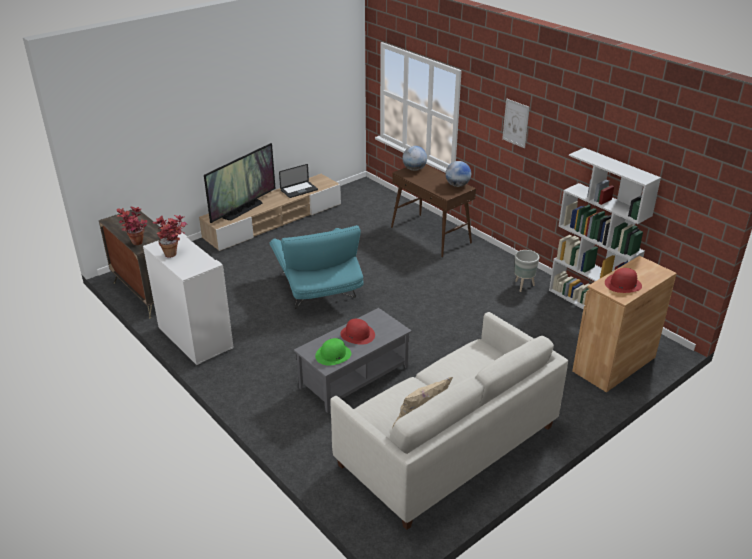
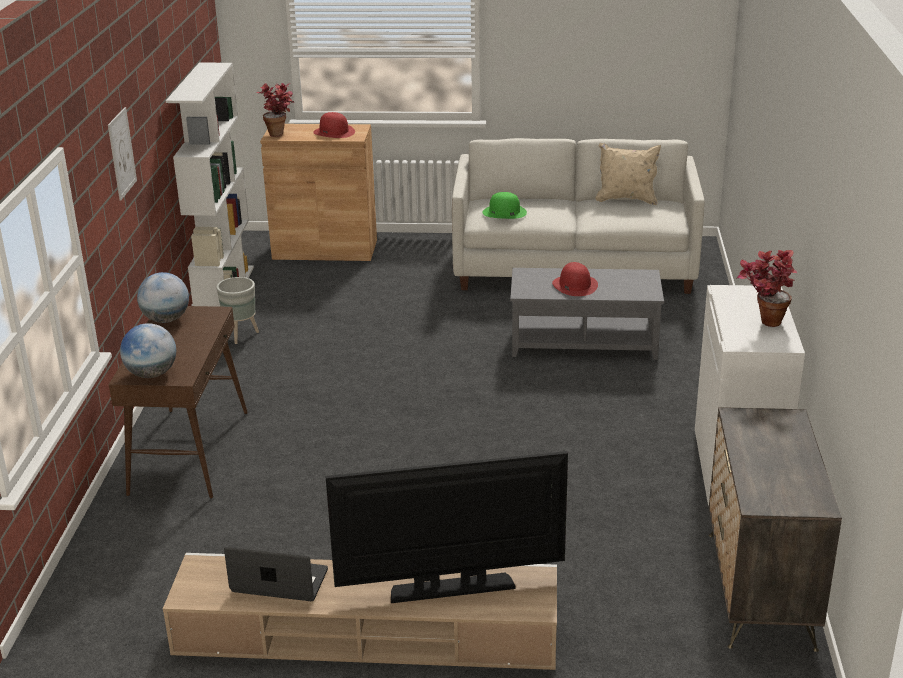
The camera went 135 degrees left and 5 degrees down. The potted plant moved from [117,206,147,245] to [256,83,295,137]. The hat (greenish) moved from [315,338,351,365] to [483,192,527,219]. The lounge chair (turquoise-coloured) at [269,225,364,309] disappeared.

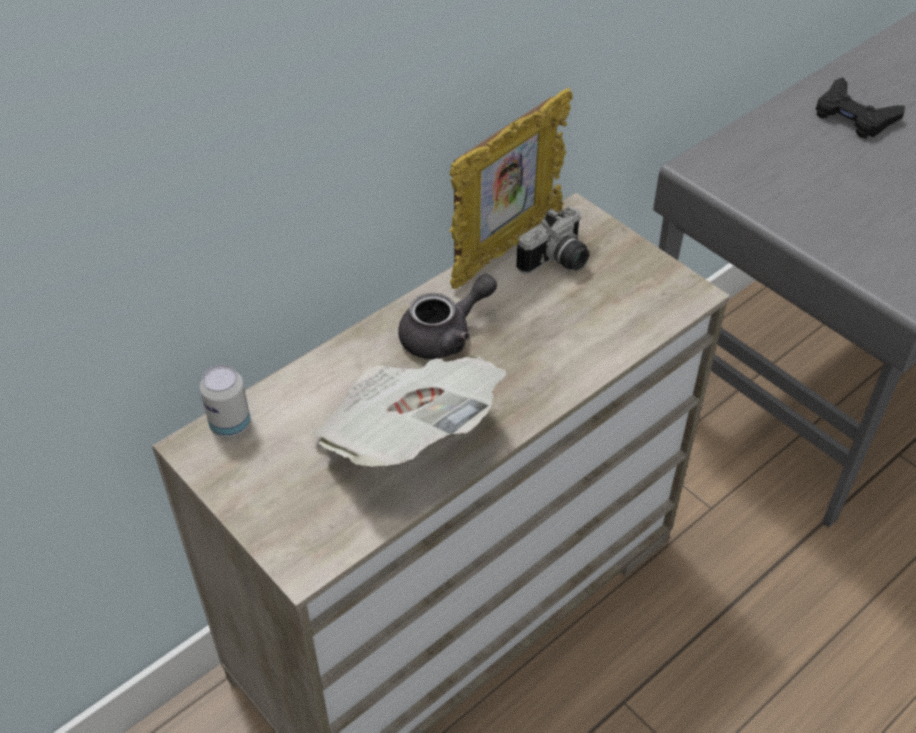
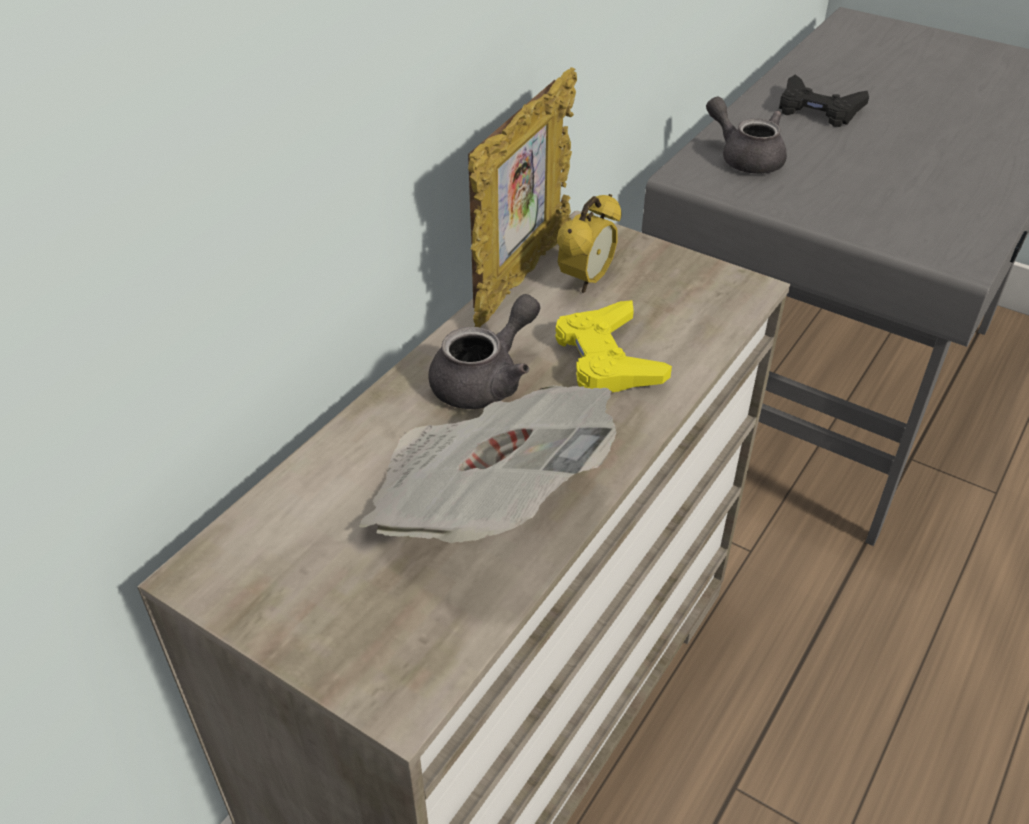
The camera went 15 degrees left and 5 degrees down. The game controller (yellow-coloured) at [555,300,672,393] appeared. The still camera at [516,207,590,274] was replaced by the alarm clock at [557,194,622,293]. The tea pot (gray) at [706,97,787,174] appeared. The sealed can at [200,365,251,437] disappeared.

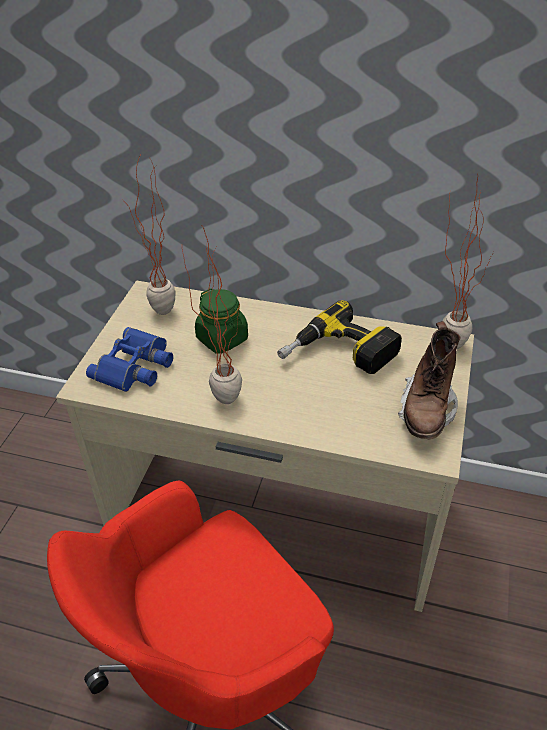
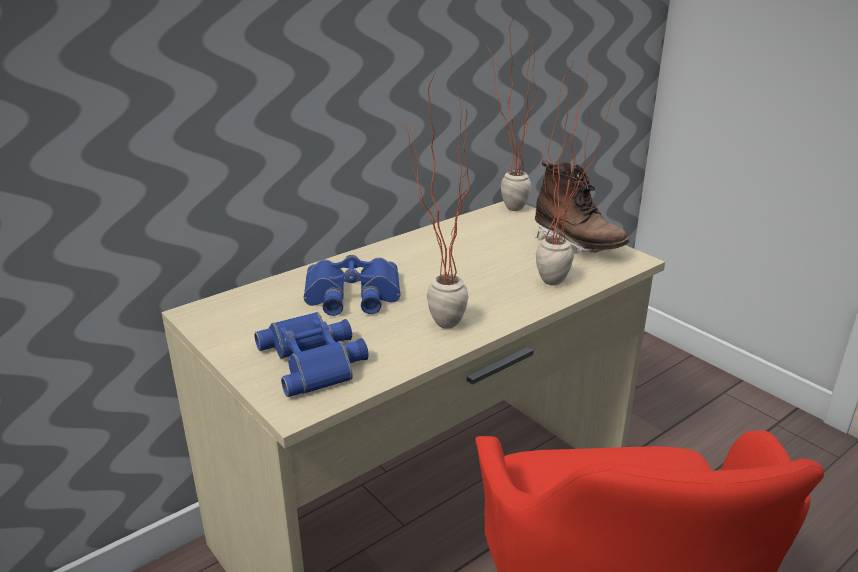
The camera went 55 degrees left and 15 degrees down. The jar (greenish) at [195,288,248,354] was replaced by the field glasses (blue) at [304,255,401,316]. The potted plant moved from [121,153,176,315] to [536,51,618,286]. The power drill at [277,300,402,374] disappeared.

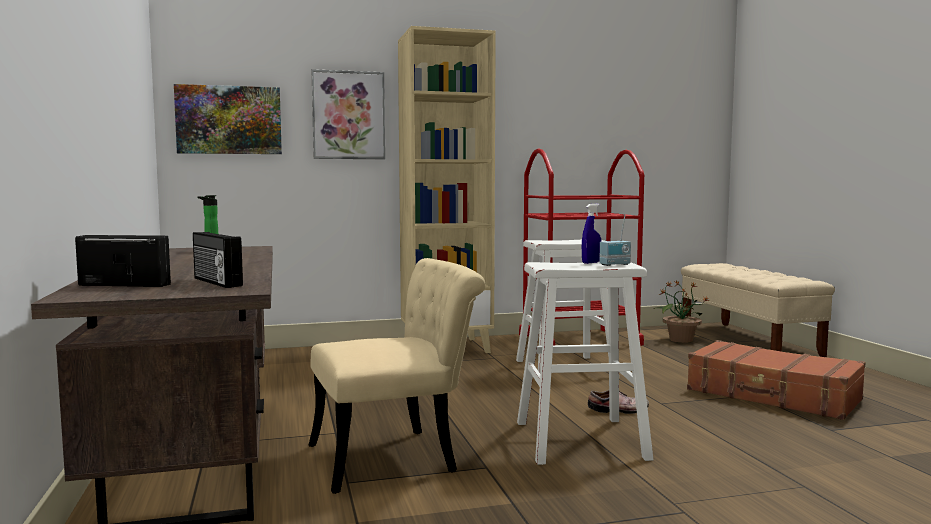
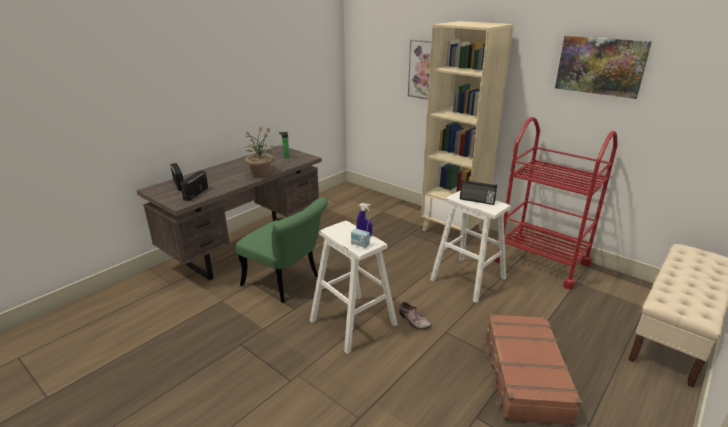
The camera went 55 degrees right and 20 degrees up. The plain chair (beige-coloured) at [309,258,486,494] became the plain chair (greenish) at [236,197,328,303]. The potted plant moved from [654,280,709,343] to [243,128,277,177]. The radio set at [460,180,497,205] appeared. The picture moved from [174,84,282,154] to [555,36,652,99].

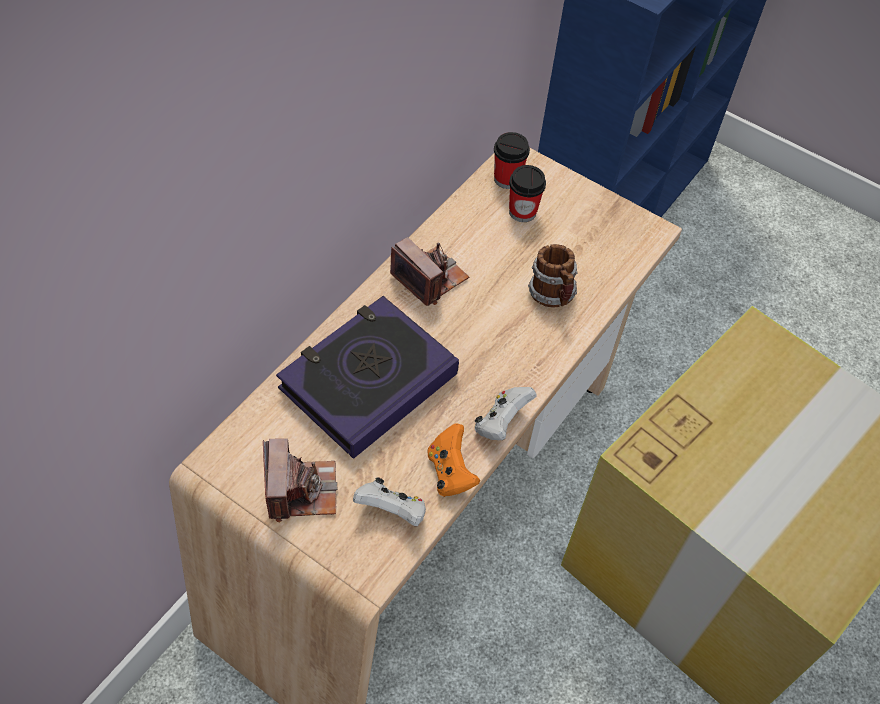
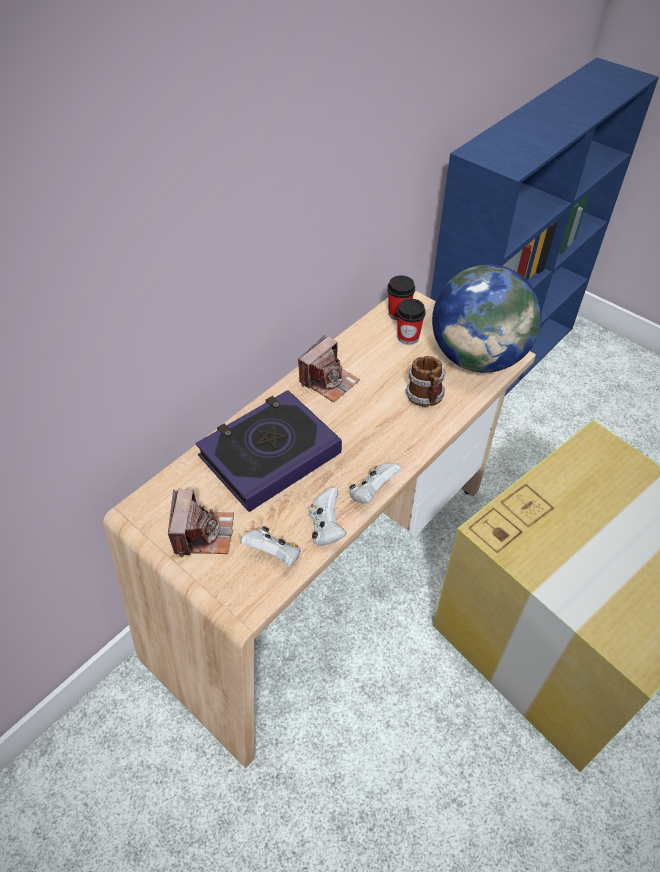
The camera went 10 degrees right and 5 degrees down. The still camera at [390,237,469,306] turned 75 degrees clockwise. The game controller (orange) at [427,423,480,497] became the game controller (whitish) at [309,487,347,546]. The world globe at [432,264,542,373] appeared.

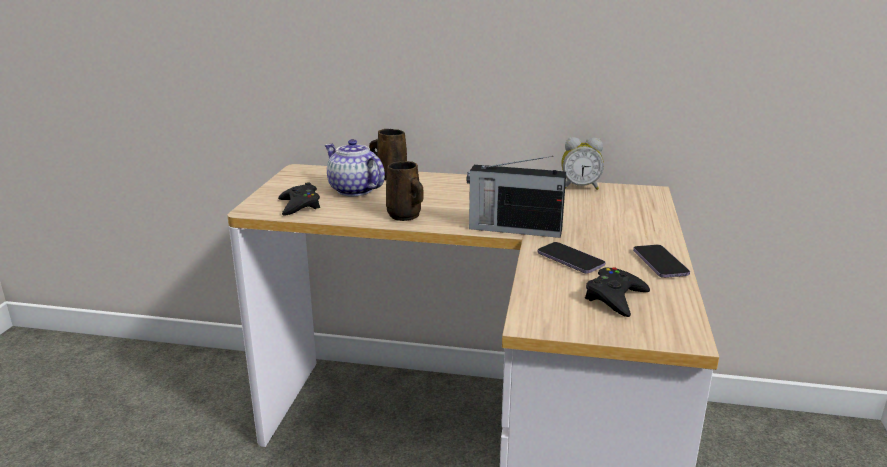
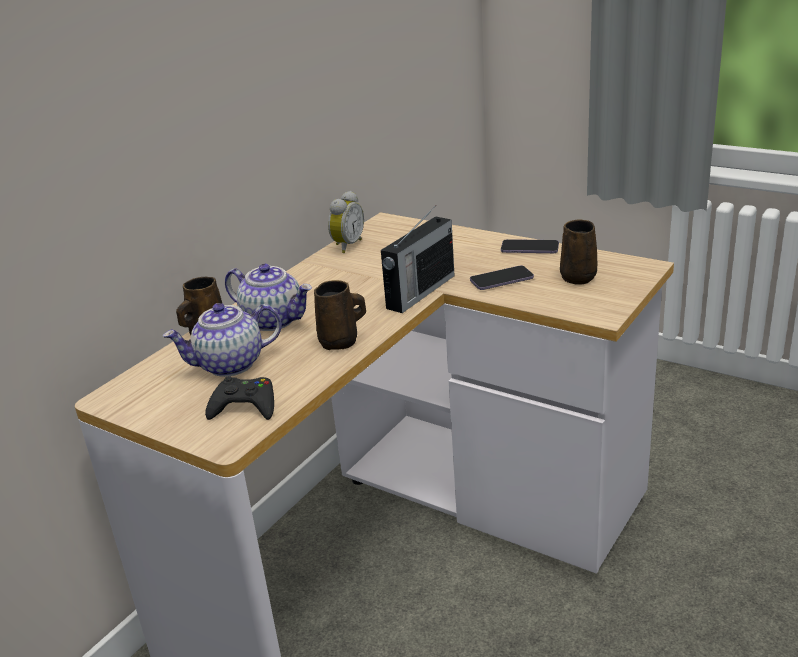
The camera went 65 degrees left and 5 degrees up. The tea pot at [225,264,312,331] appeared. The game controller (blackish) at [585,267,650,317] was replaced by the tea mug (brown) at [560,219,598,285].

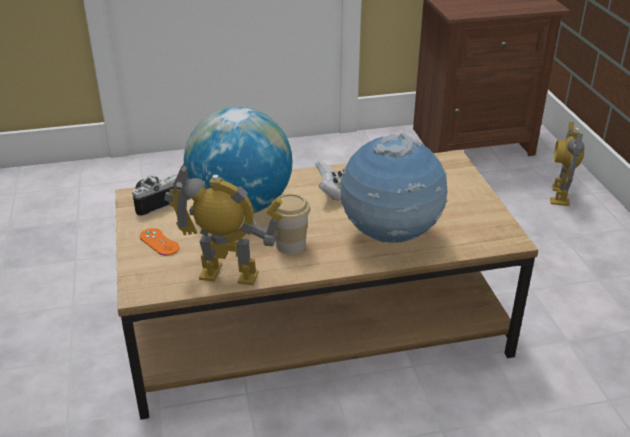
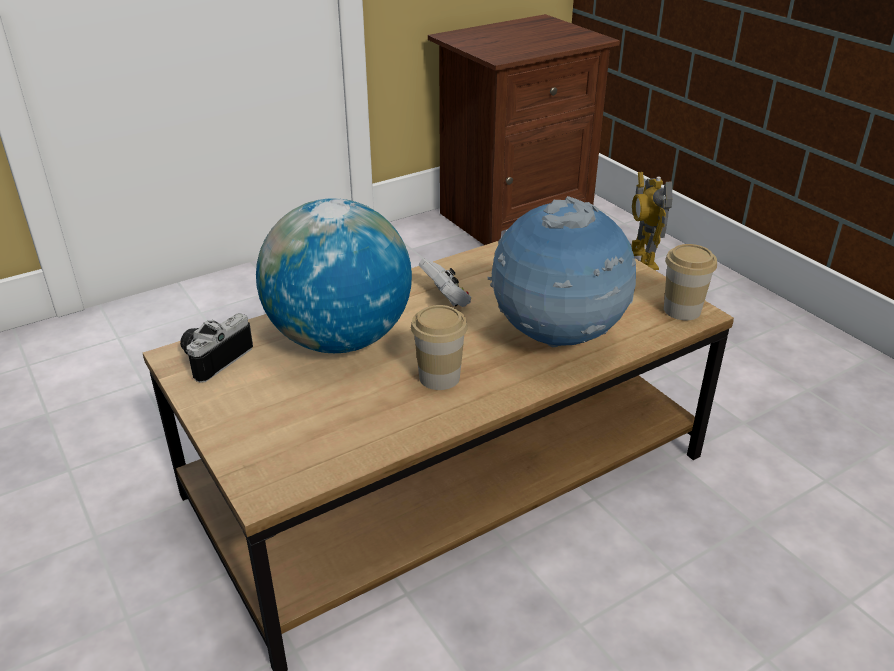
The camera went 20 degrees left and 0 degrees up. The drinking cup at [664,244,717,320] appeared. The game controller (orange) at [140,228,180,256] disappeared. The model robot at [164,164,283,285] disappeared.

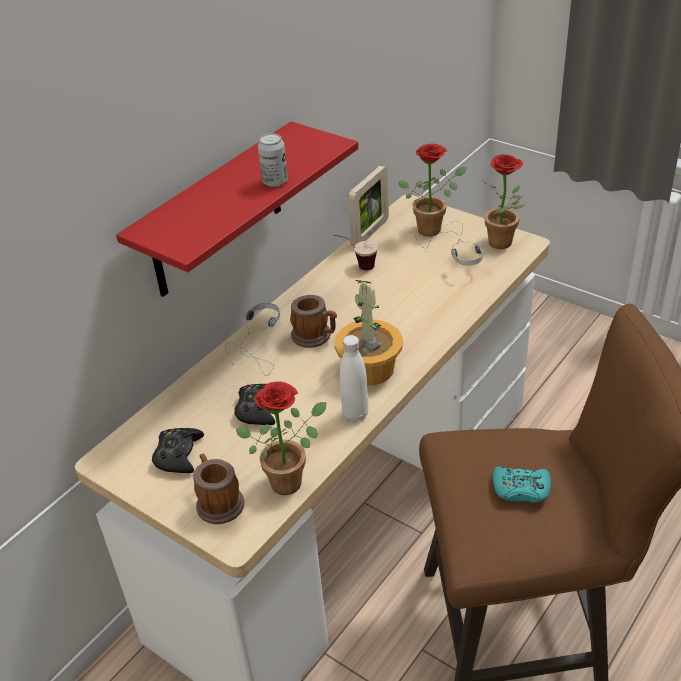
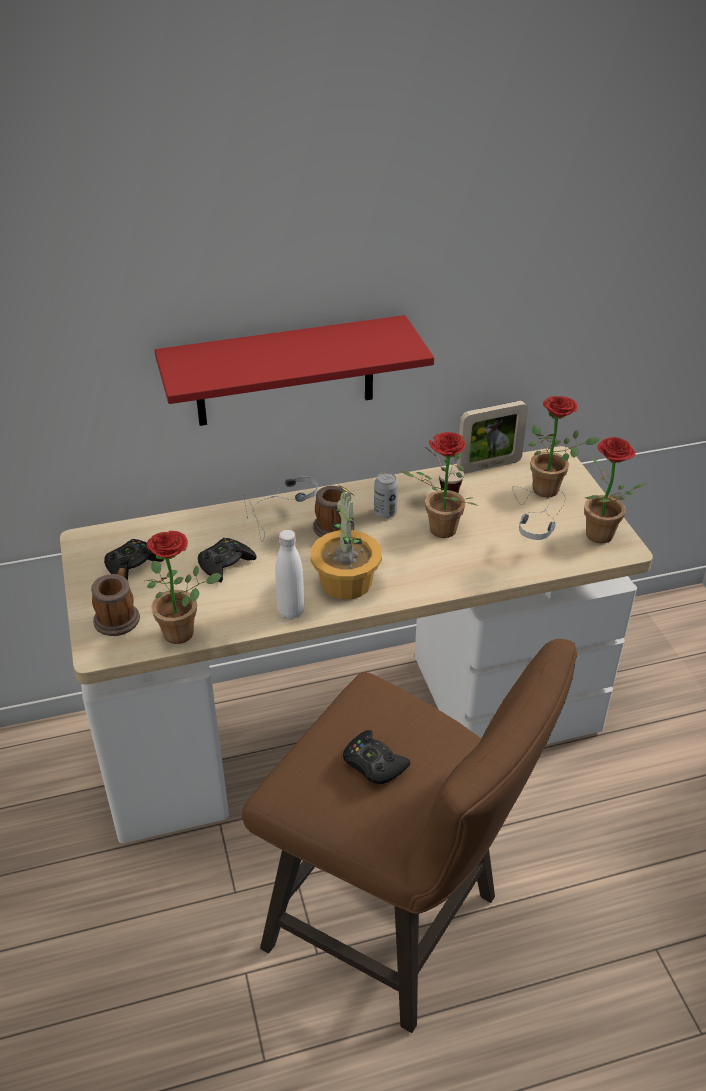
The camera went 35 degrees right and 0 degrees up. The game controller (turquoise-coloured) at [493,466,551,503] became the game controller (blackish) at [343,730,410,785]. The sealed can moved from [258,133,288,187] to [374,472,398,518]. The potted plant at [401,432,478,538] appeared.

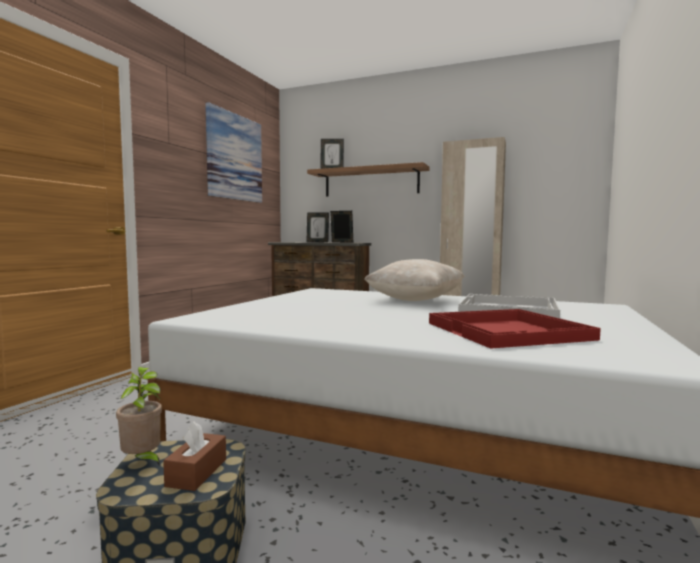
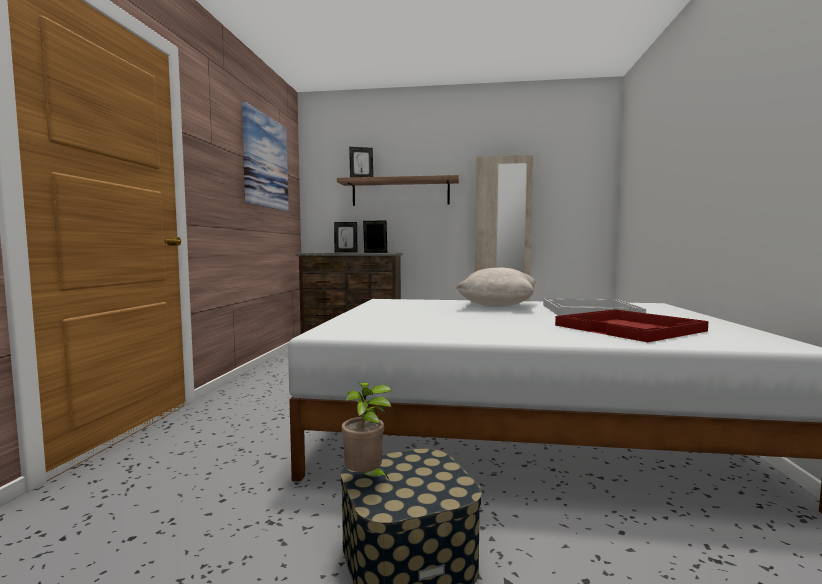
The camera went 15 degrees left and 0 degrees up. The tissue holder (brown) at [163,422,226,491] disappeared.

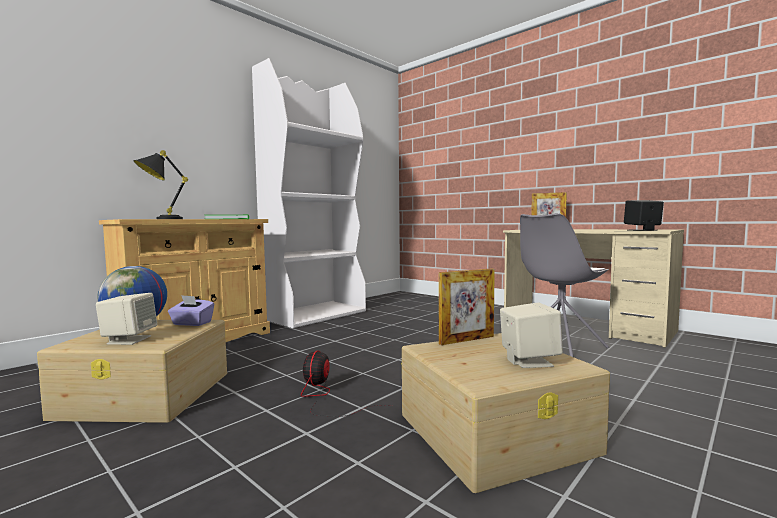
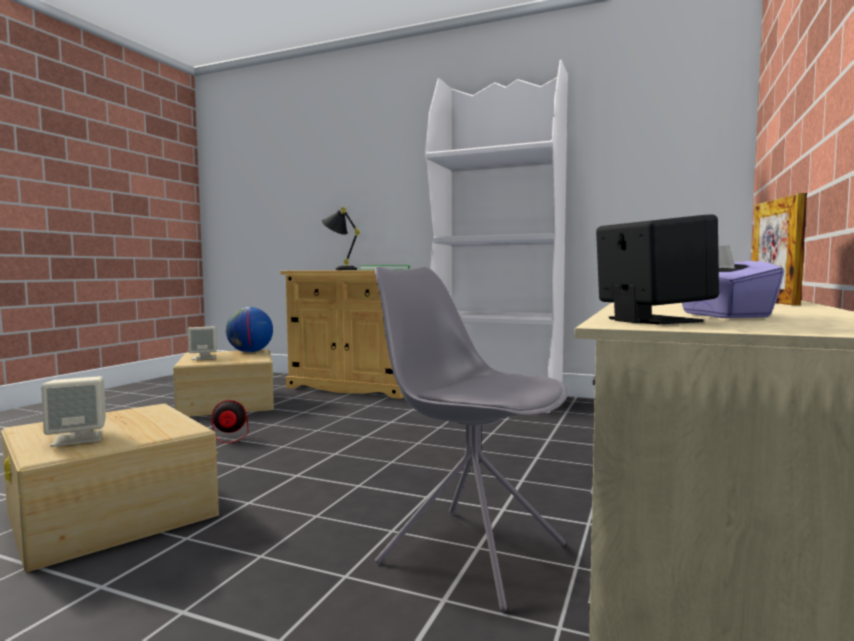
The camera went 70 degrees right and 0 degrees up. The tissue holder (purple-coloured) moved from [168,295,214,326] to [682,244,784,318]. The standing frame at [439,269,495,345] disappeared.

